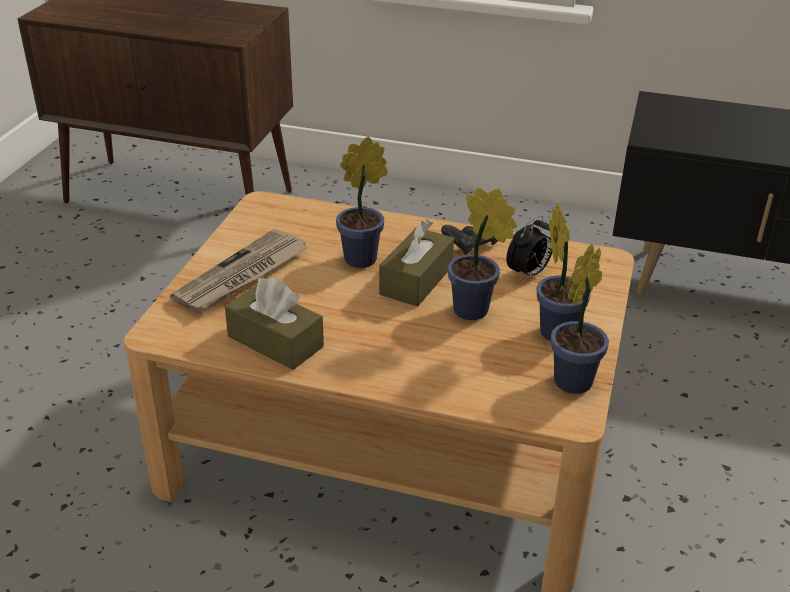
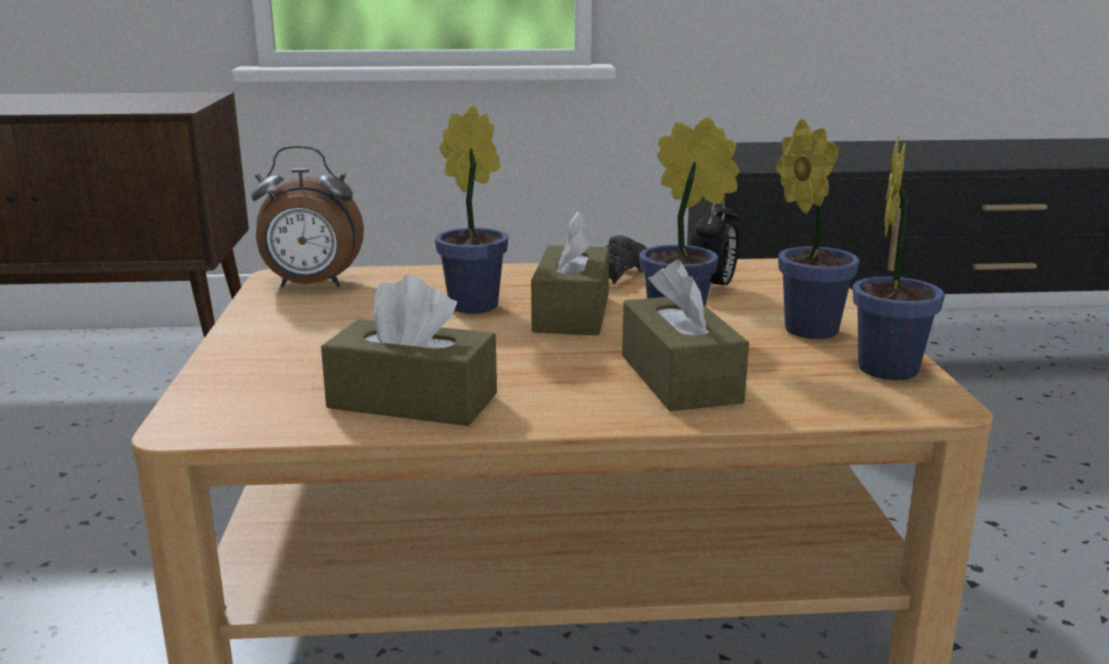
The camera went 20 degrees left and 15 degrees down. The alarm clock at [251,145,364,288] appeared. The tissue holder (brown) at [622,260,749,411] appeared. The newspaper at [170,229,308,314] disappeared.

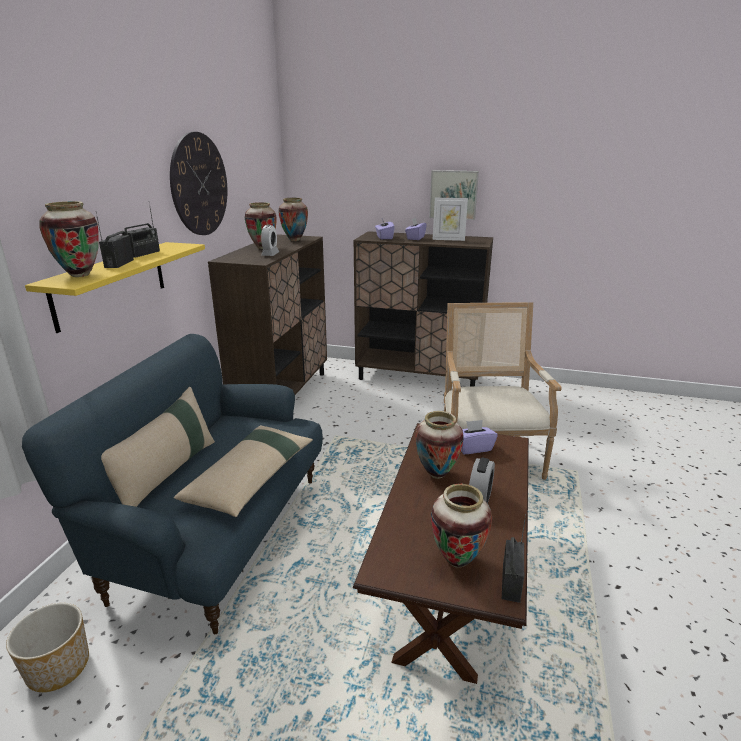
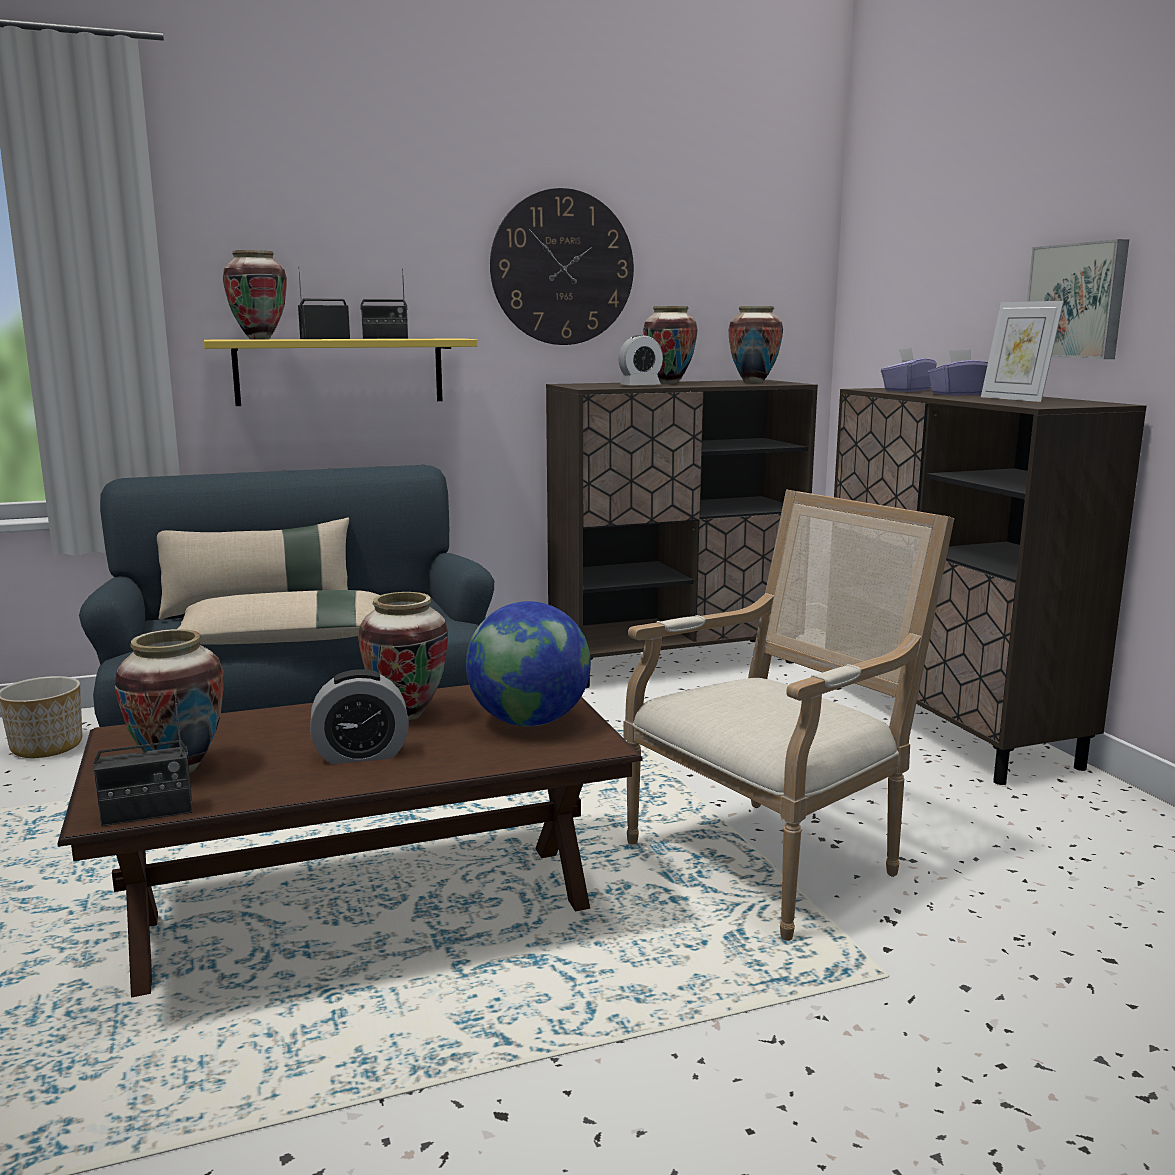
The camera went 55 degrees right and 10 degrees down. The tissue holder (purple-coloured) at [461,420,497,454] was replaced by the world globe at [466,601,591,726].

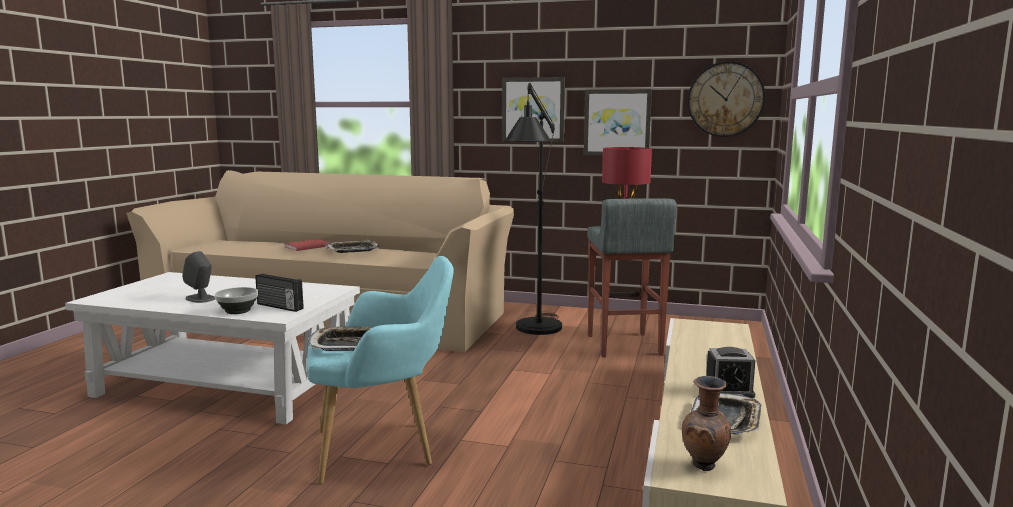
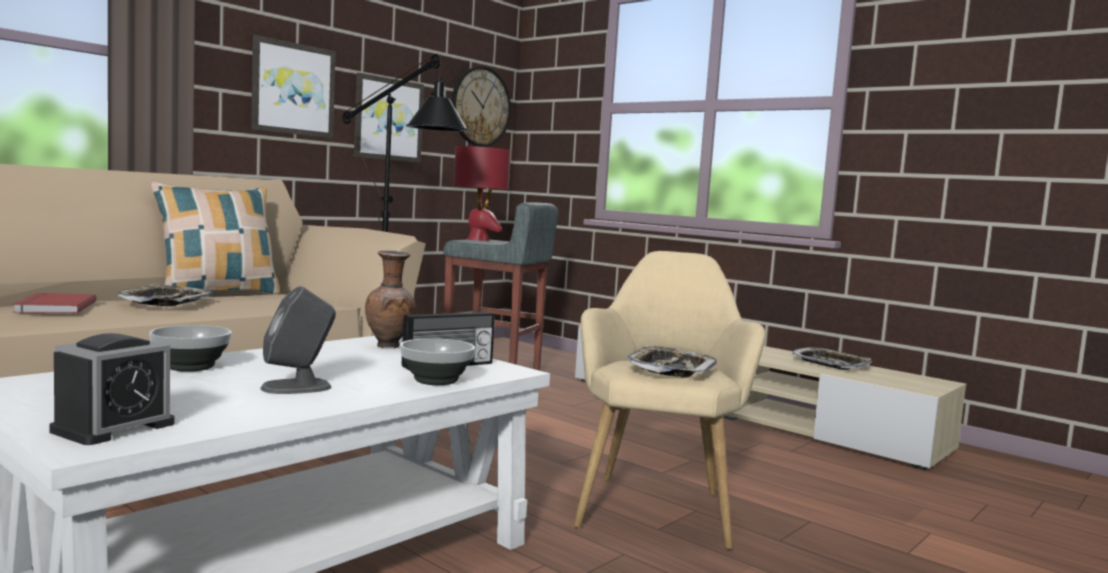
The camera went 65 degrees left and 5 degrees down. The alarm clock moved from [706,347,755,398] to [49,333,175,445]. The bowl at [149,325,232,372] appeared. The cushion at [151,182,280,294] appeared. The vase (brown) moved from [682,376,731,471] to [365,250,416,349]. The lounge chair (turquoise-coloured) at [307,256,454,484] became the lounge chair (beige-coloured) at [574,251,766,550].

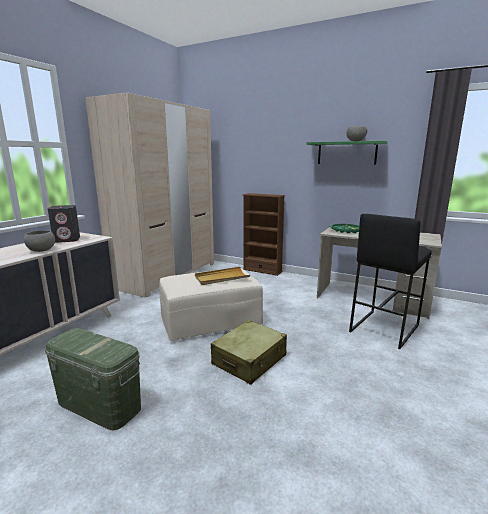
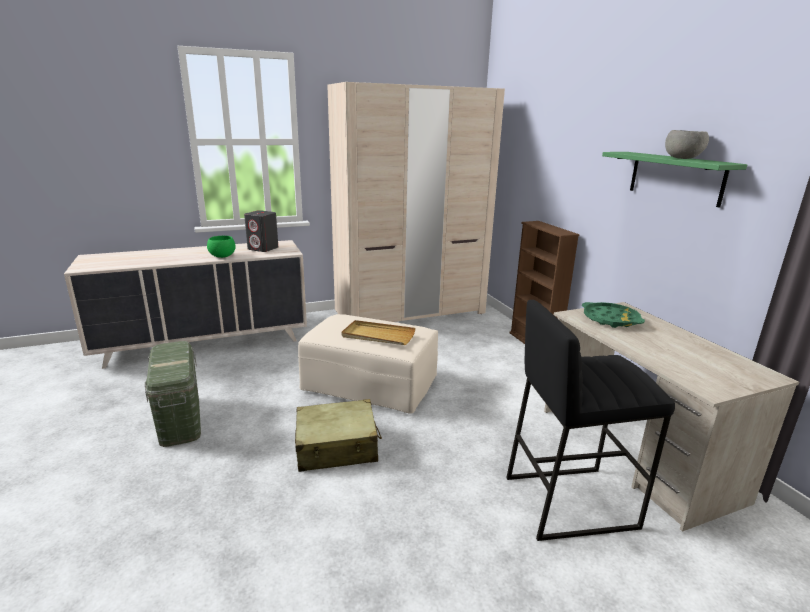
The camera went 40 degrees right and 5 degrees up. The bowl (gray) at [24,230,55,252] became the bowl (greenish) at [207,236,236,258].

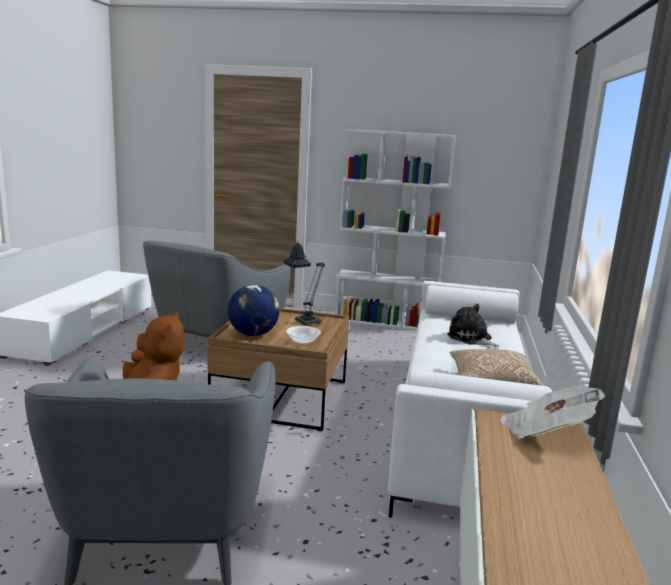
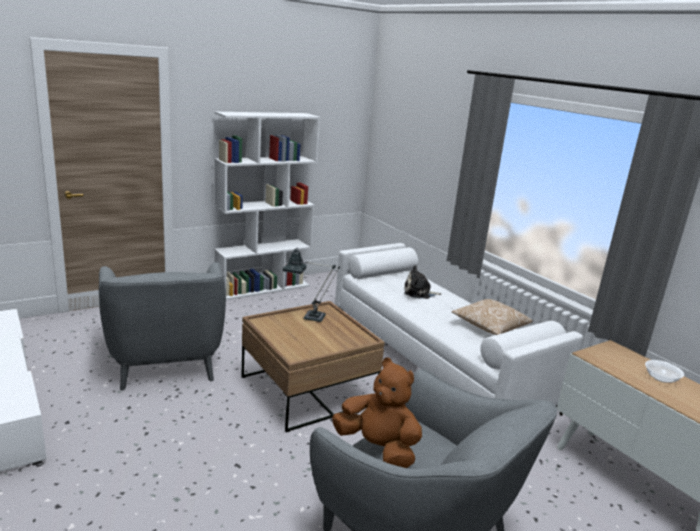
The camera went 45 degrees left and 5 degrees up. The bowl moved from [286,326,321,344] to [645,360,684,383]. The world globe at [228,285,280,336] disappeared. The newspaper at [500,385,605,439] disappeared.

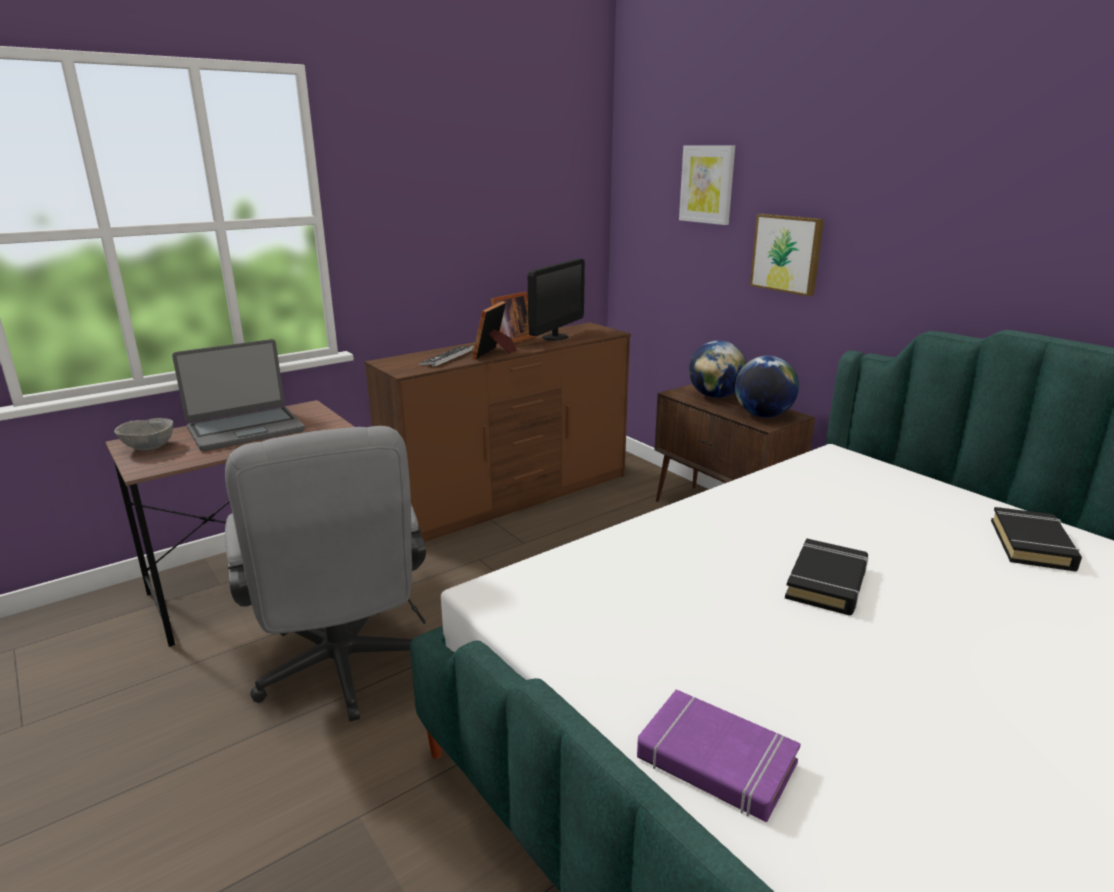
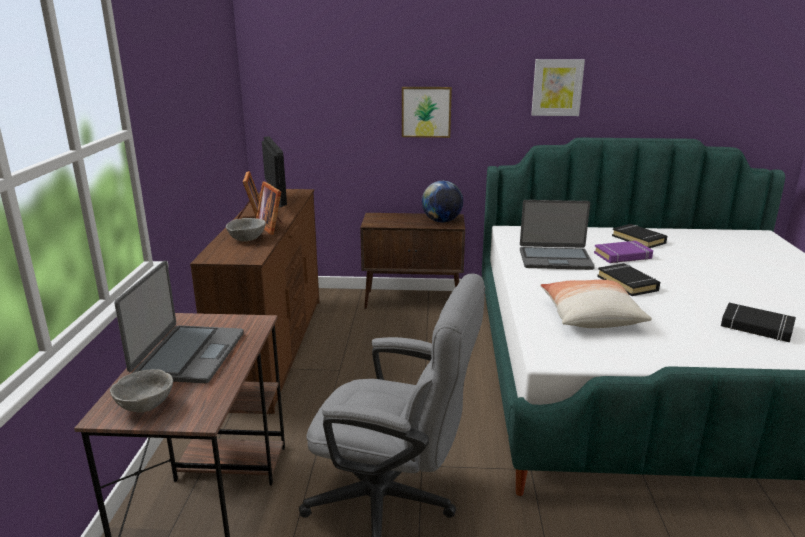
The camera went 50 degrees left and 0 degrees up. The computer keyboard at [419,346,474,366] was replaced by the bowl (gray) at [226,218,266,241]. The notebook computer at [520,200,595,270] appeared. The picture moved from [679,146,735,225] to [531,59,585,116]. The cushion at [540,280,652,328] appeared. The book (purple-coloured) moved from [637,689,801,822] to [594,241,653,263]. The book (blackish) at [721,303,796,342] appeared. The world globe at [689,340,747,398] disappeared.

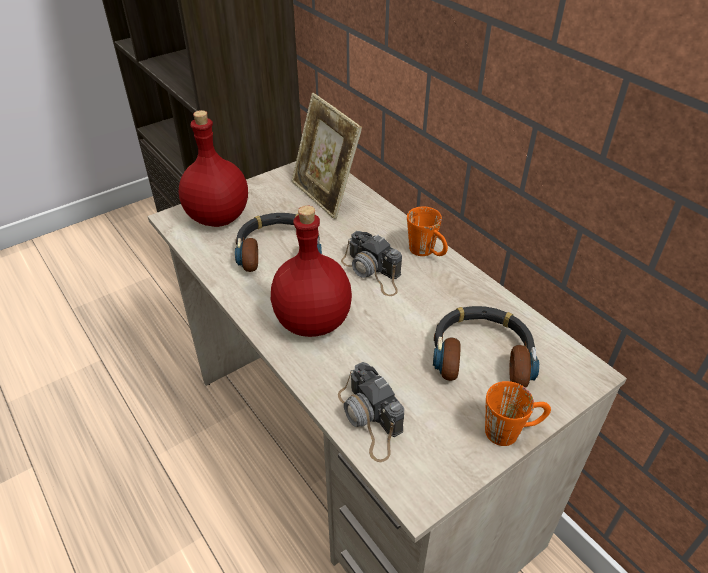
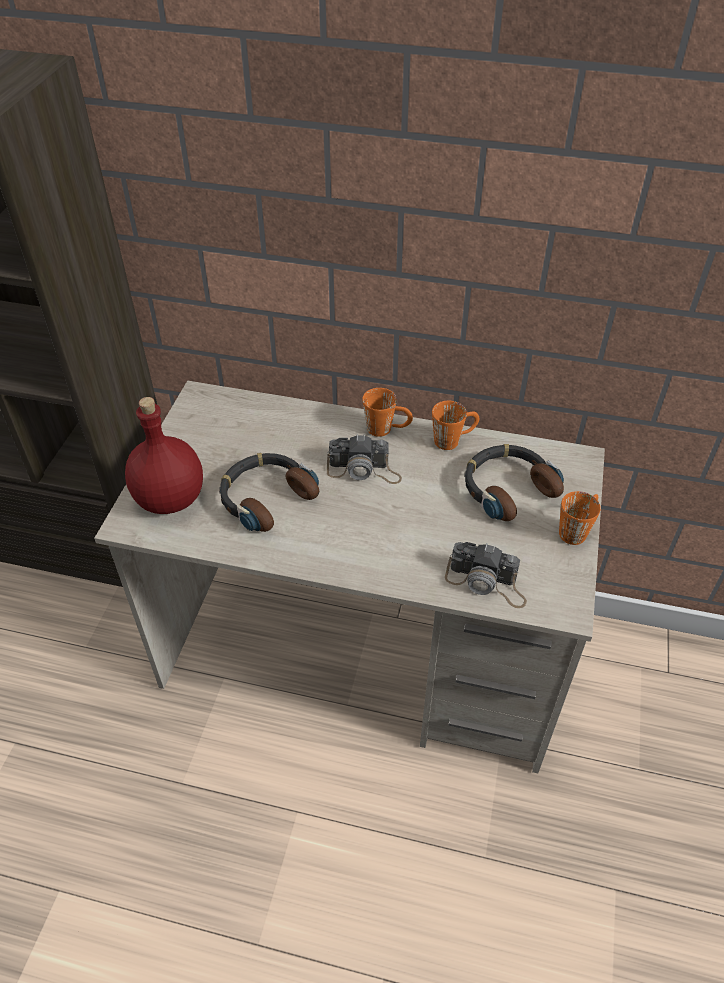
The camera went 40 degrees left and 5 degrees up. The tea mug (orange) at [432,401,479,450] appeared. The drink bottle (reddish) at [271,205,352,337] disappeared. The standing frame at [292,93,362,219] disappeared.

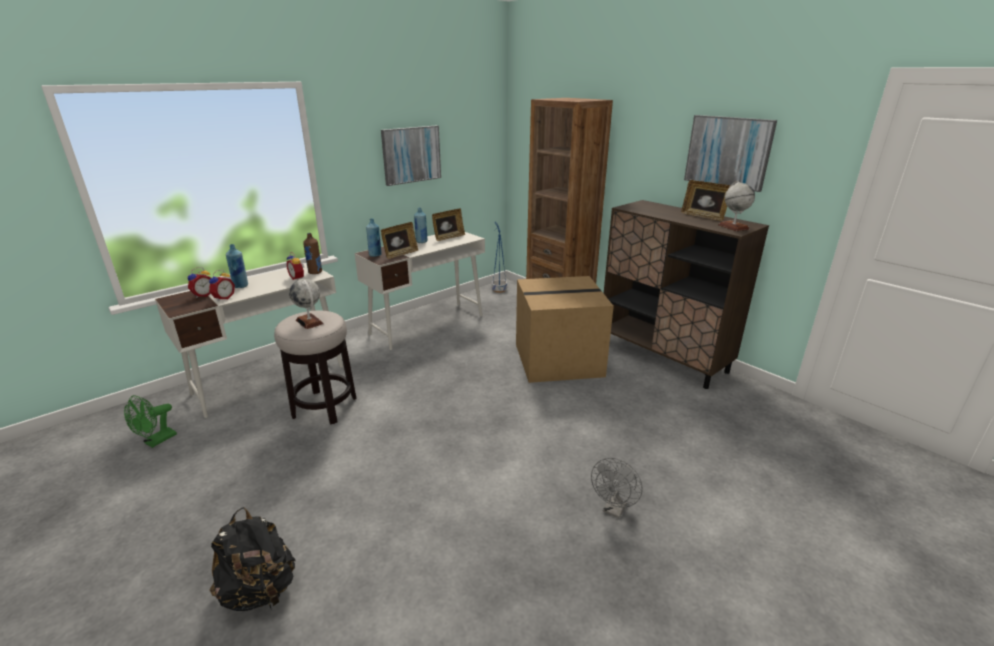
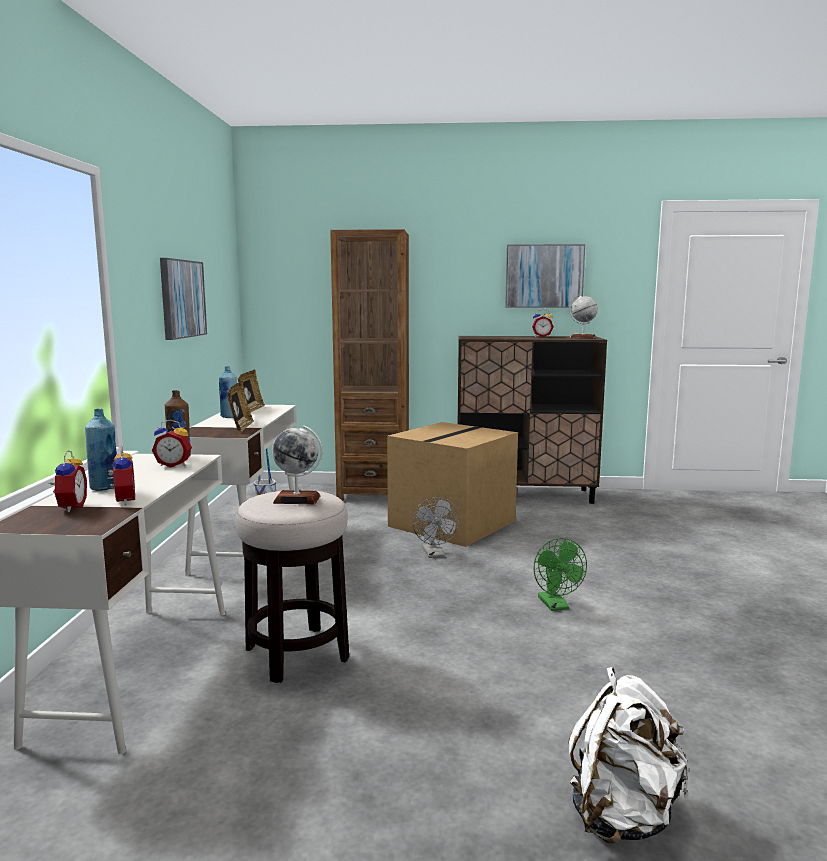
The camera went 45 degrees left and 15 degrees down. The electric fan (gray) moved from [591,458,643,518] to [413,497,459,558]. The standing frame at [681,180,731,221] was replaced by the alarm clock at [532,309,554,337]. The electric fan (greenish) moved from [124,395,177,448] to [534,538,587,611]. The backpack (blackish) at [209,507,295,611] became the backpack (whitish) at [569,667,689,844]. The drink bottle (blue) at [366,218,382,257] disappeared.

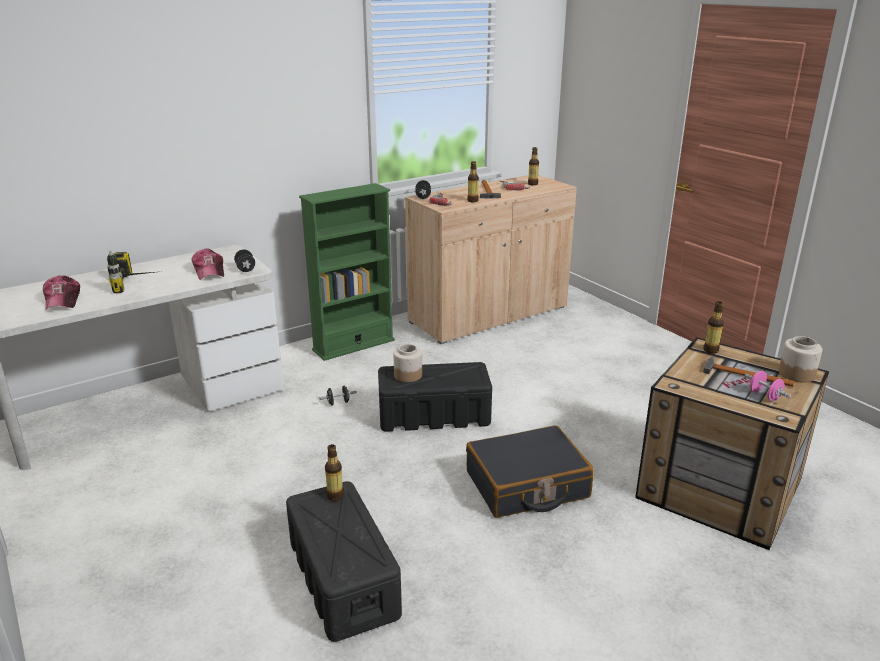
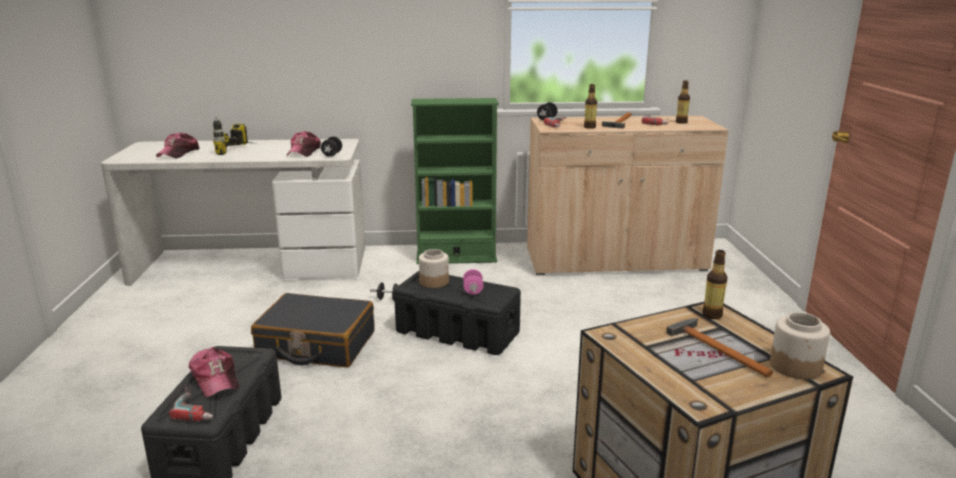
The camera went 30 degrees right and 5 degrees down. The power drill at [169,386,213,421] appeared. The cap at [189,347,239,397] appeared. The piece of luggage (blackish) moved from [466,425,594,518] to [251,293,375,367]. The hand weight (pink) moved from [745,371,791,401] to [463,269,484,295]. The drink bottle at [325,444,344,501] disappeared.

